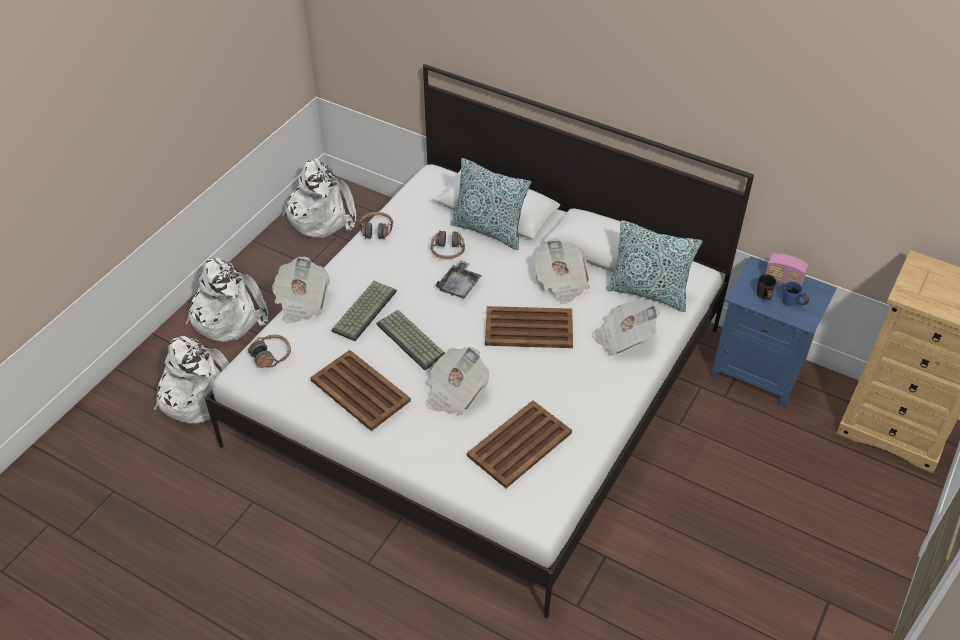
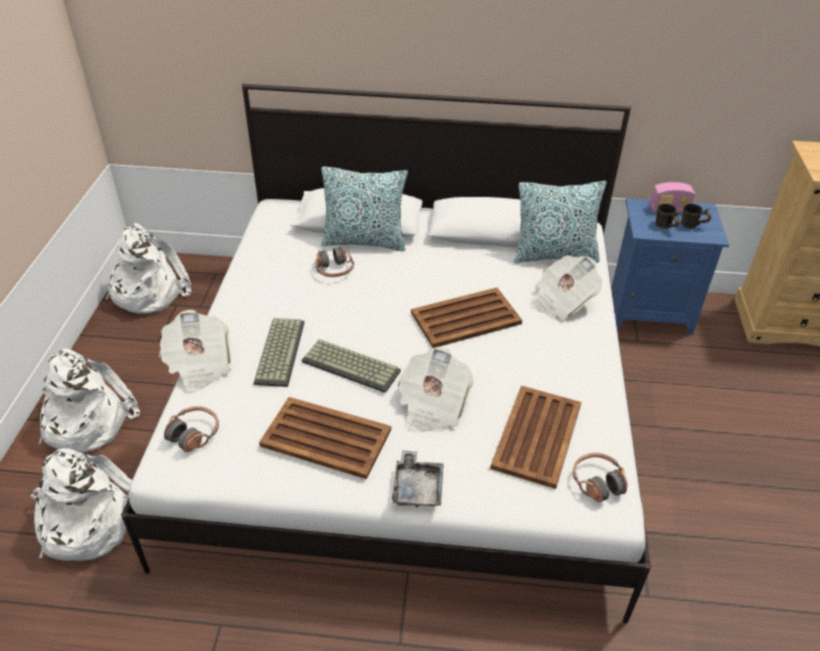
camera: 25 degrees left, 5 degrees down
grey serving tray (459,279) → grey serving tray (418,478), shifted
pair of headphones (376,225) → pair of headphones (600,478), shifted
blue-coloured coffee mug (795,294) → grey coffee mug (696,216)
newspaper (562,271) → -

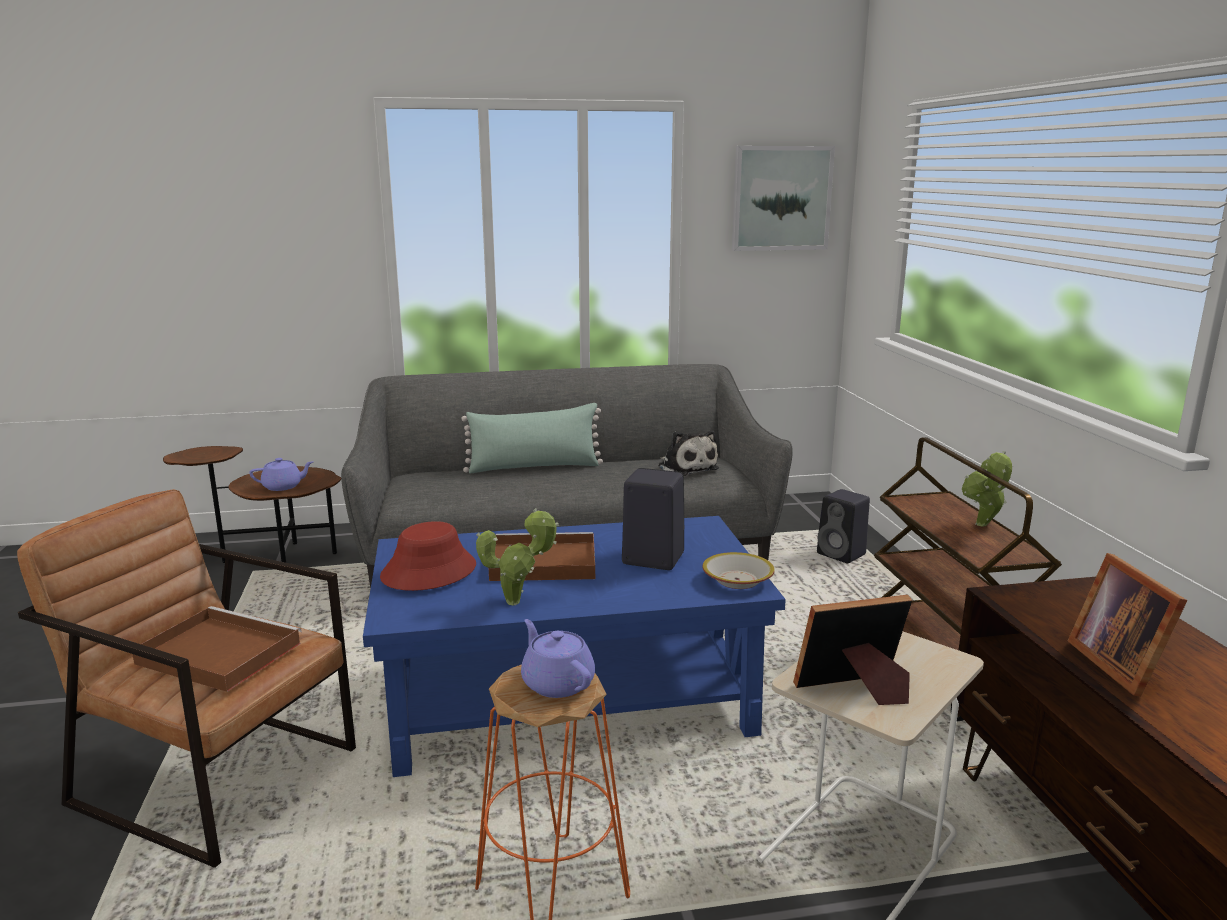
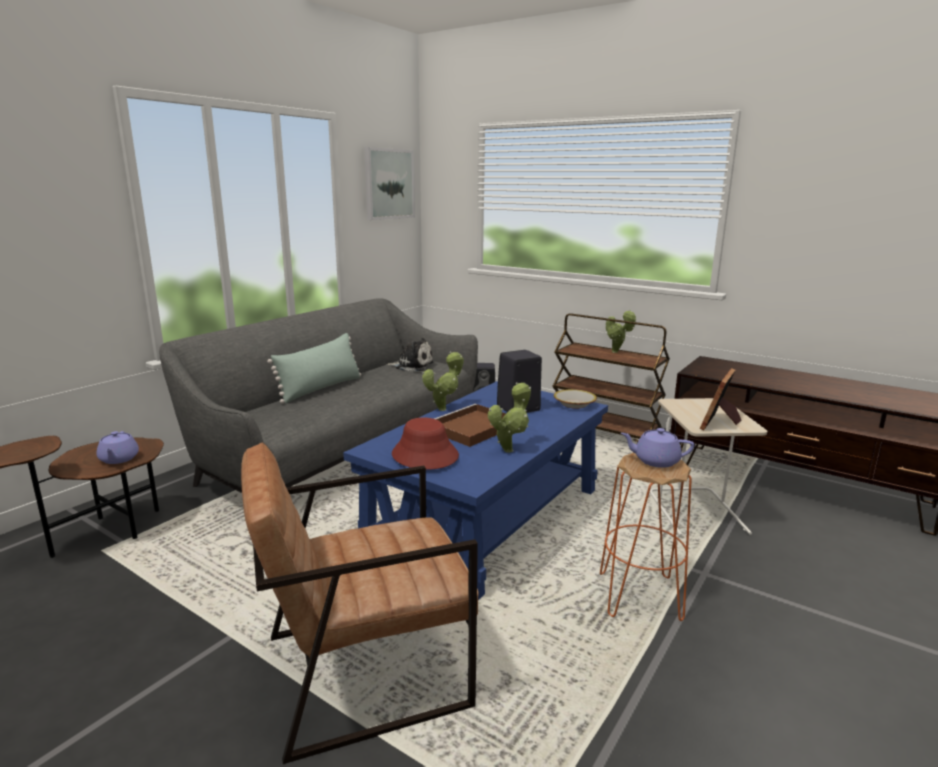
camera: 45 degrees left, 0 degrees up
purplish teapot (281,474) → purplish teapot (118,447), 135 degrees clockwise
- → potted plant (443,381)
brownish serving tray (217,649) → -
standing frame (1127,625) → -

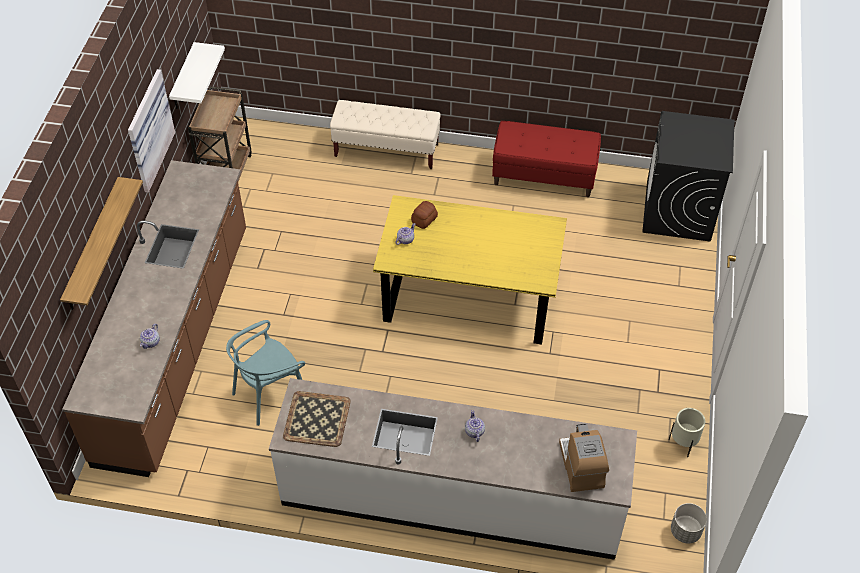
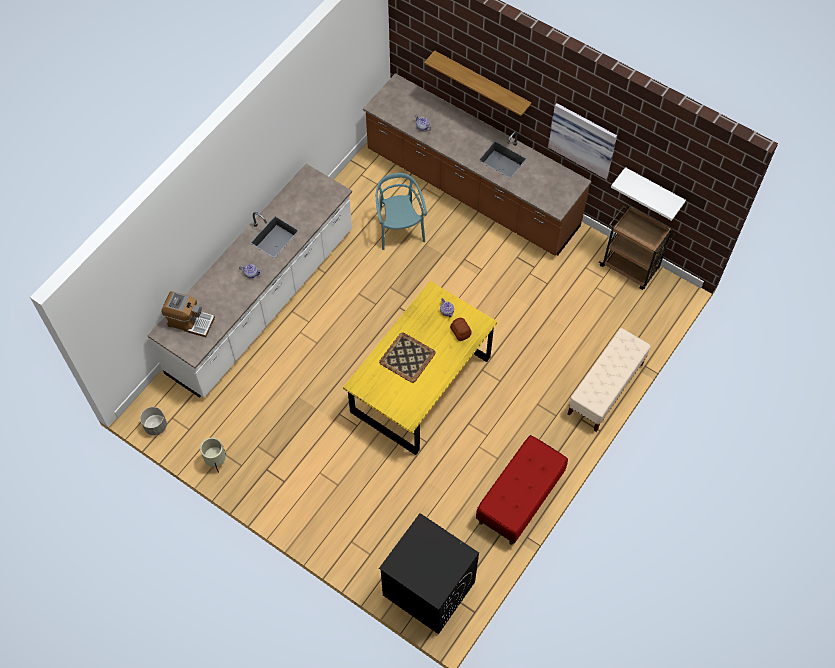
camera: 115 degrees right, 10 degrees up
serving tray (317,419) → serving tray (407,358), shifted

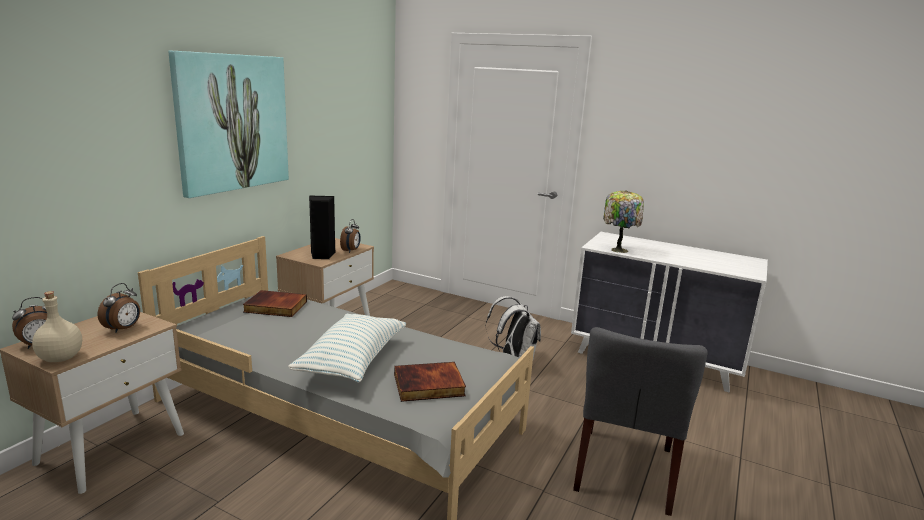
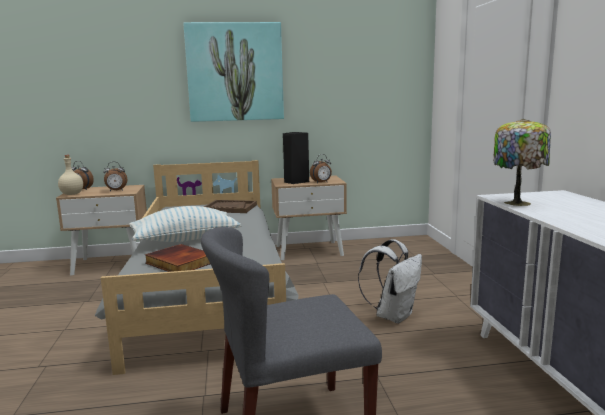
camera: 55 degrees right, 5 degrees down
bound book (275,303) → brownish serving tray (230,206)

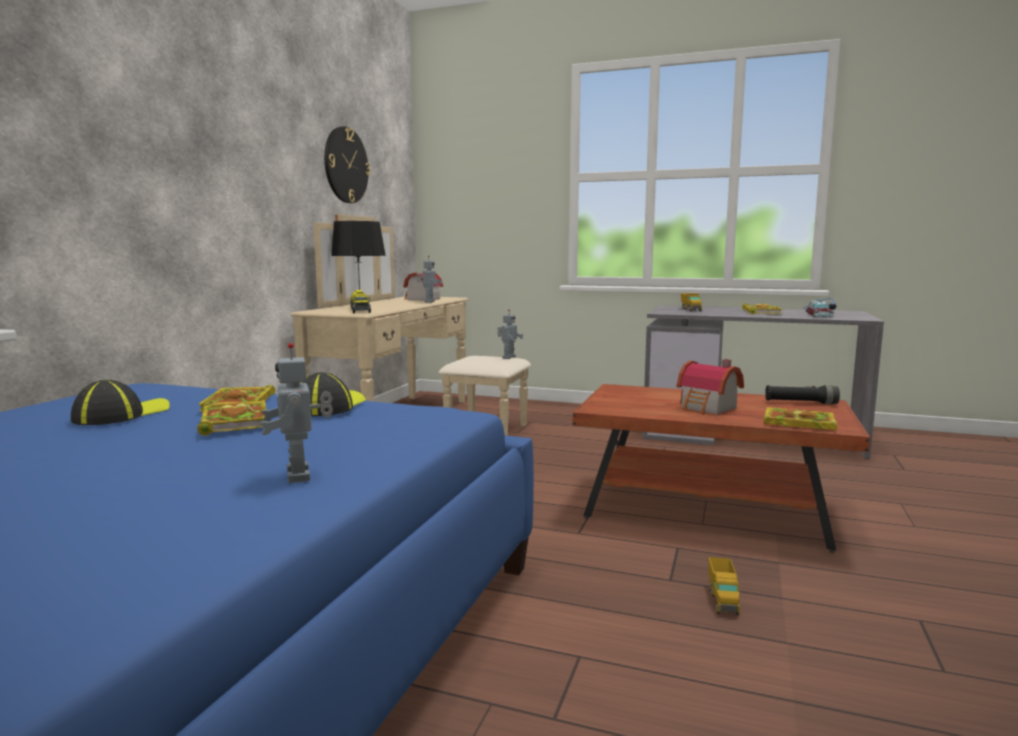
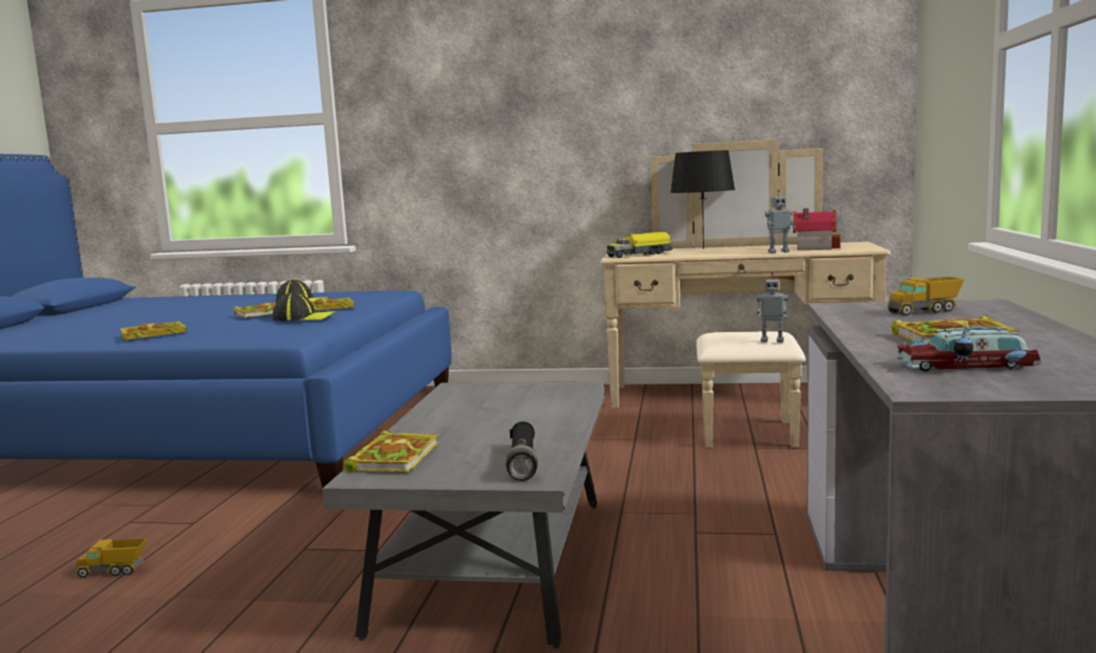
camera: 80 degrees right, 0 degrees up
model truck (724,586) → model truck (111,558), shifted
model robot (297,413) → bound book (153,330)
brownish coffee table (721,468) → grey coffee table (463,514)
hanging clock (347,164) → -
toy house (710,387) → -

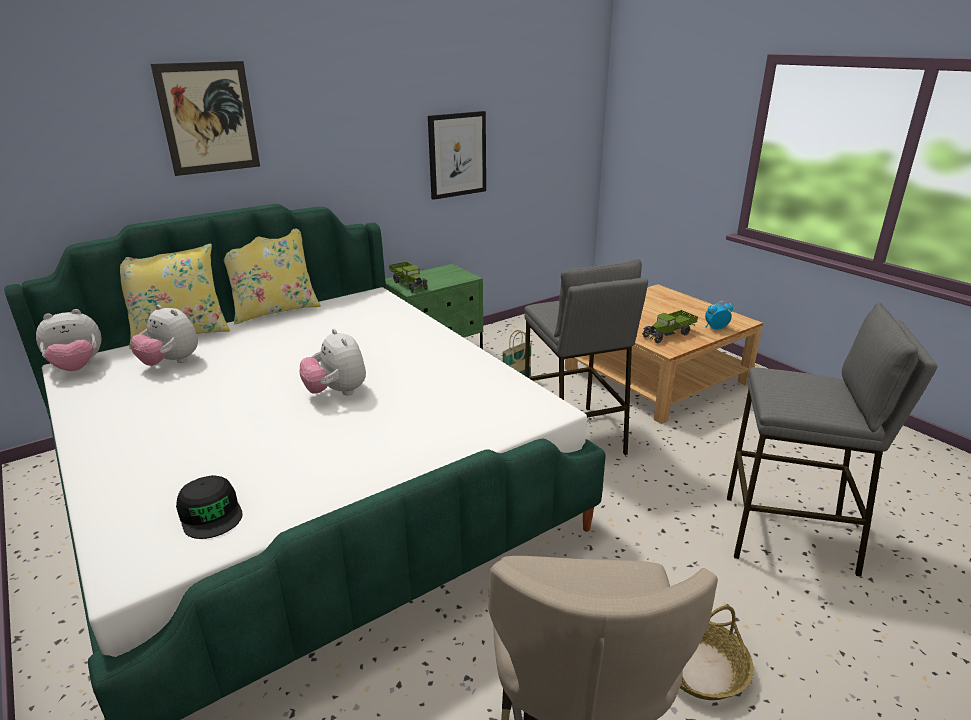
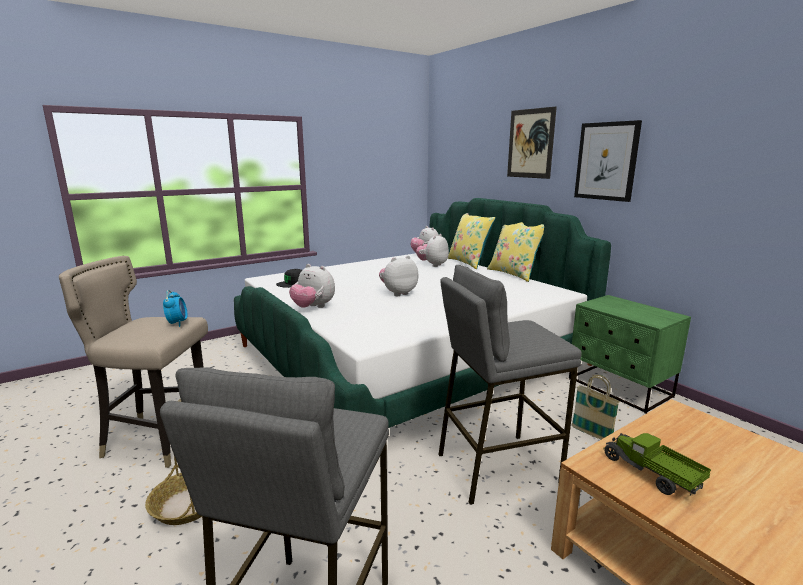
camera: 90 degrees right, 10 degrees down
alarm clock (719,315) → alarm clock (175,308), shifted
- → soft toy (312,286)
picture (457,155) → picture (608,161), shifted
model truck (408,277) → -

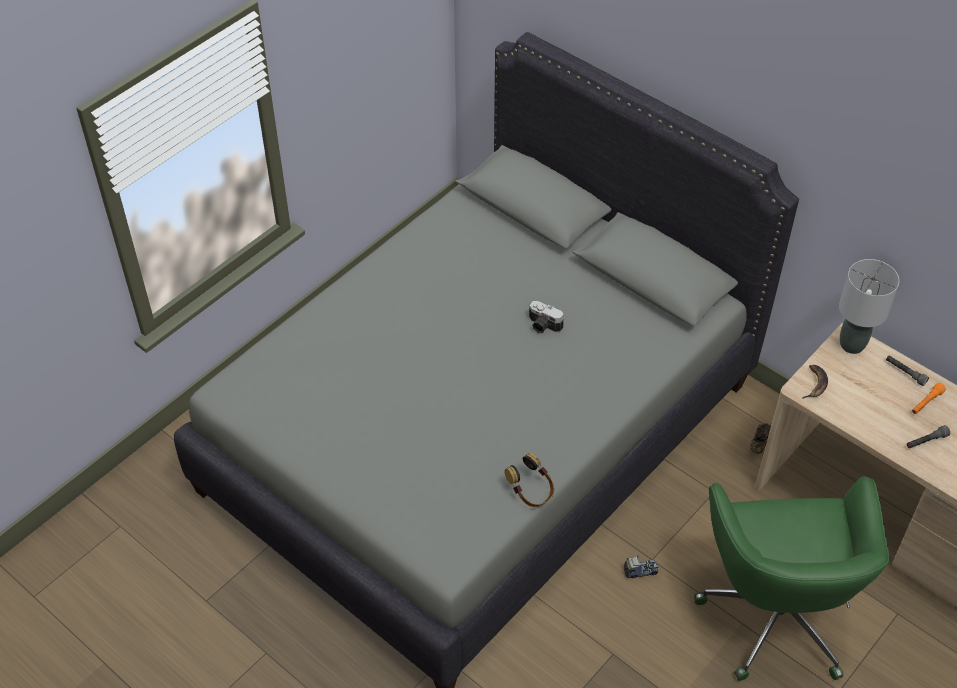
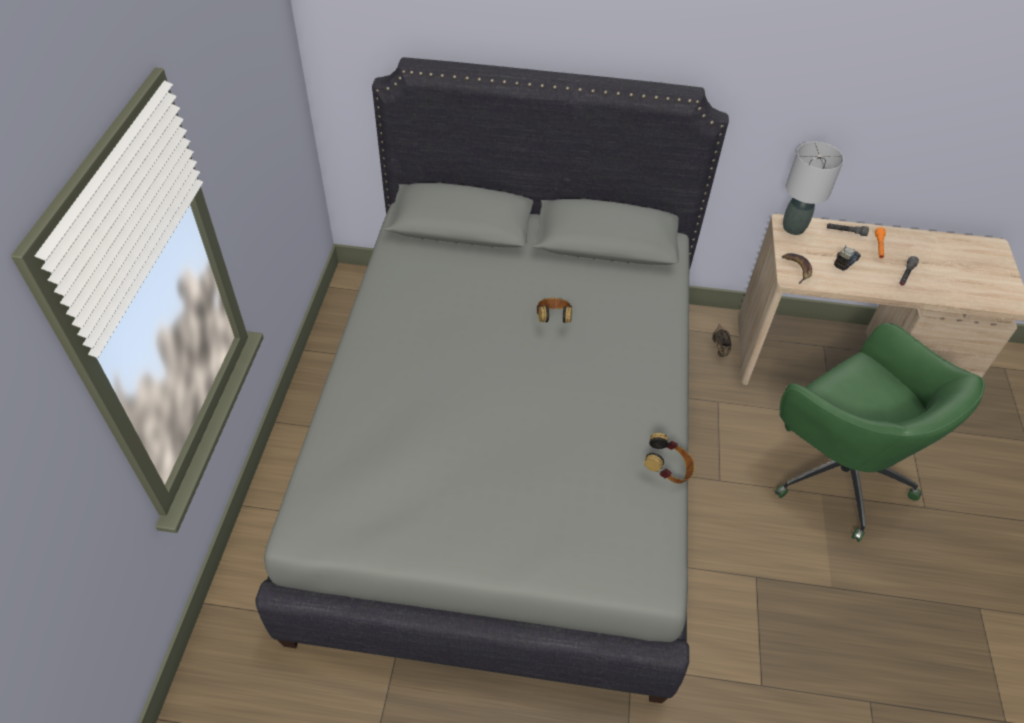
camera: 35 degrees left, 0 degrees up
photo camera (546,317) → pair of headphones (554,310)
model truck (641,566) → model truck (847,258), shifted

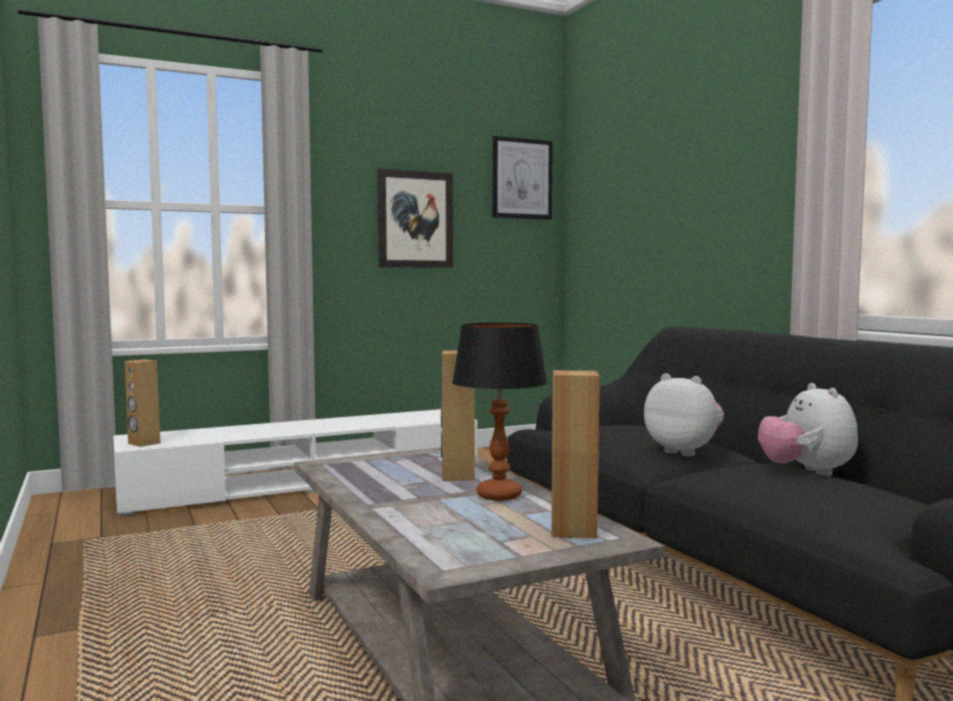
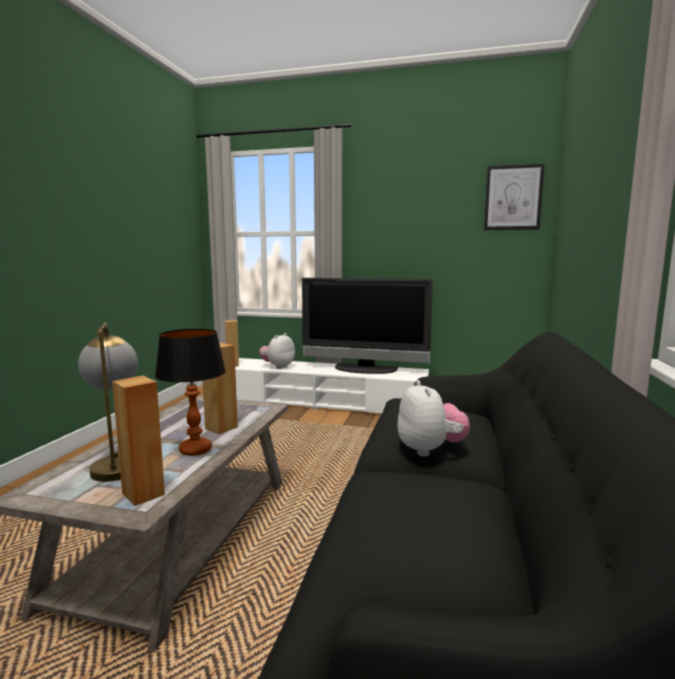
camera: 40 degrees right, 5 degrees up
- → tabletop lamp (108,402)
soft toy (808,429) → soft toy (277,351), shifted
- → TV set (367,326)
picture (415,218) → -

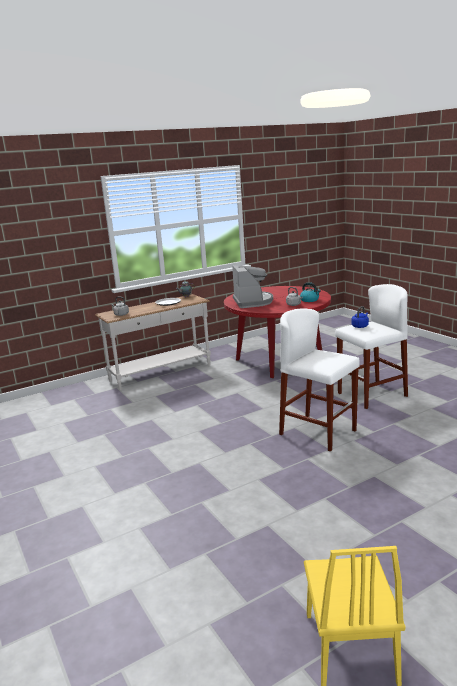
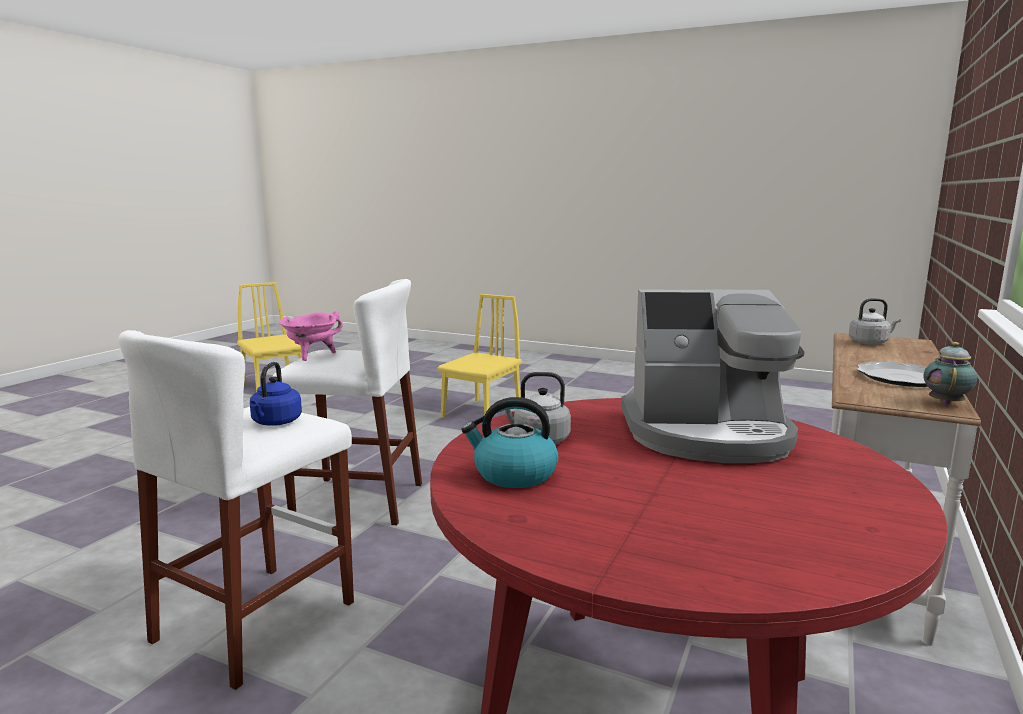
camera: 145 degrees right, 5 degrees down
- → pinkish cooking pot (311,336)
- → yellowish plain chair (480,356)
coffee brewer (252,286) → coffee brewer (713,376), 45 degrees counterclockwise

